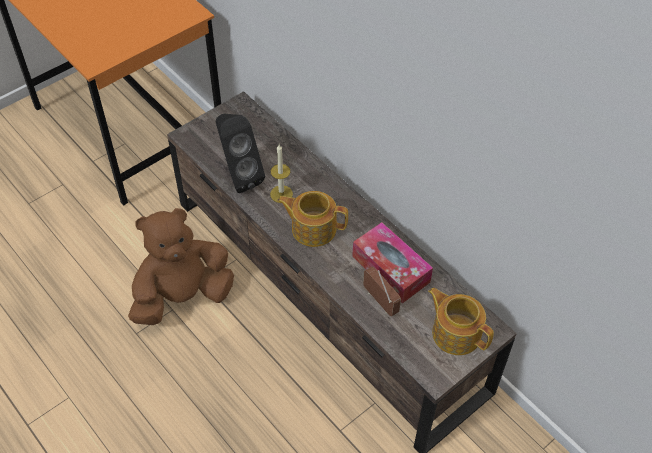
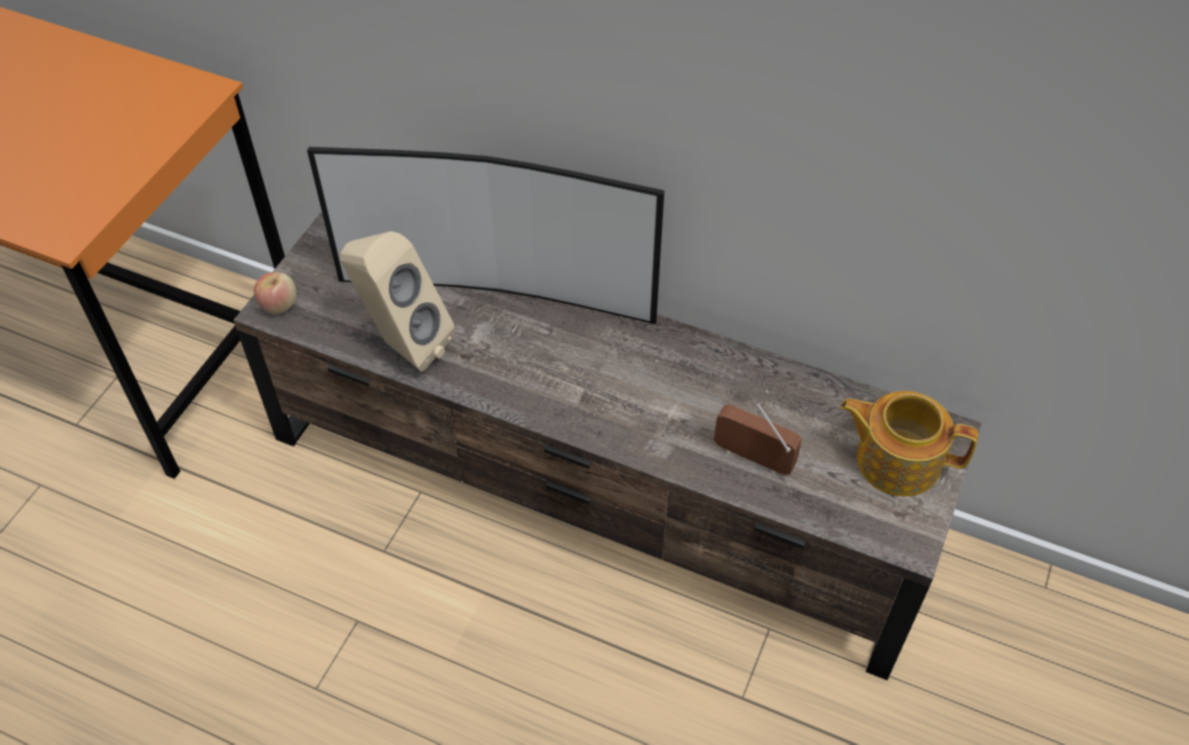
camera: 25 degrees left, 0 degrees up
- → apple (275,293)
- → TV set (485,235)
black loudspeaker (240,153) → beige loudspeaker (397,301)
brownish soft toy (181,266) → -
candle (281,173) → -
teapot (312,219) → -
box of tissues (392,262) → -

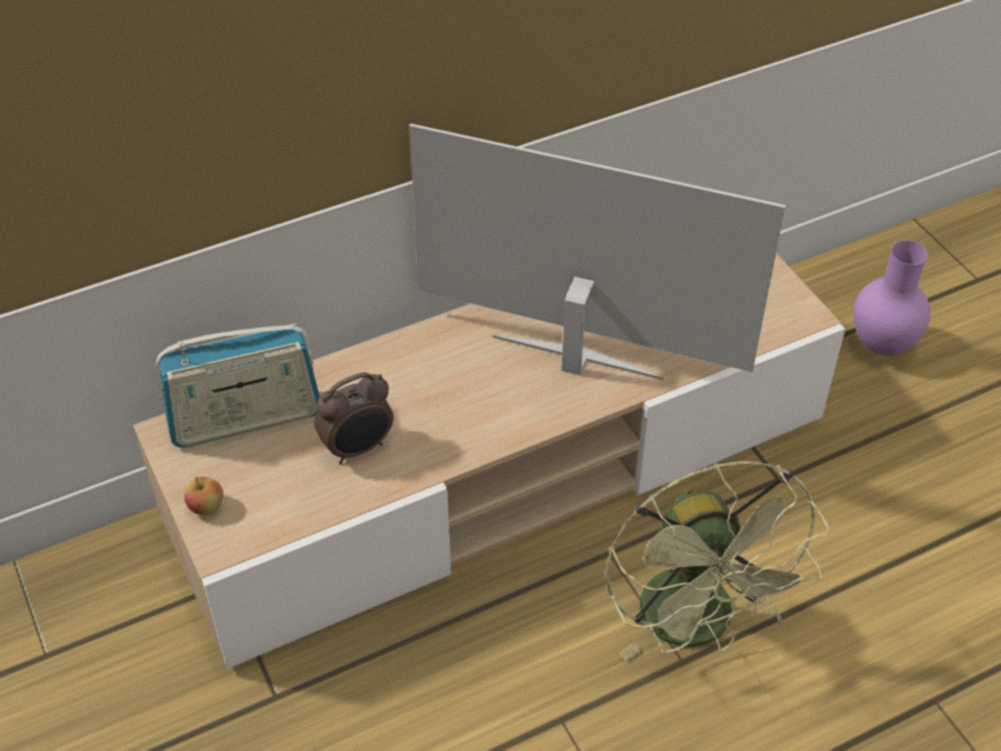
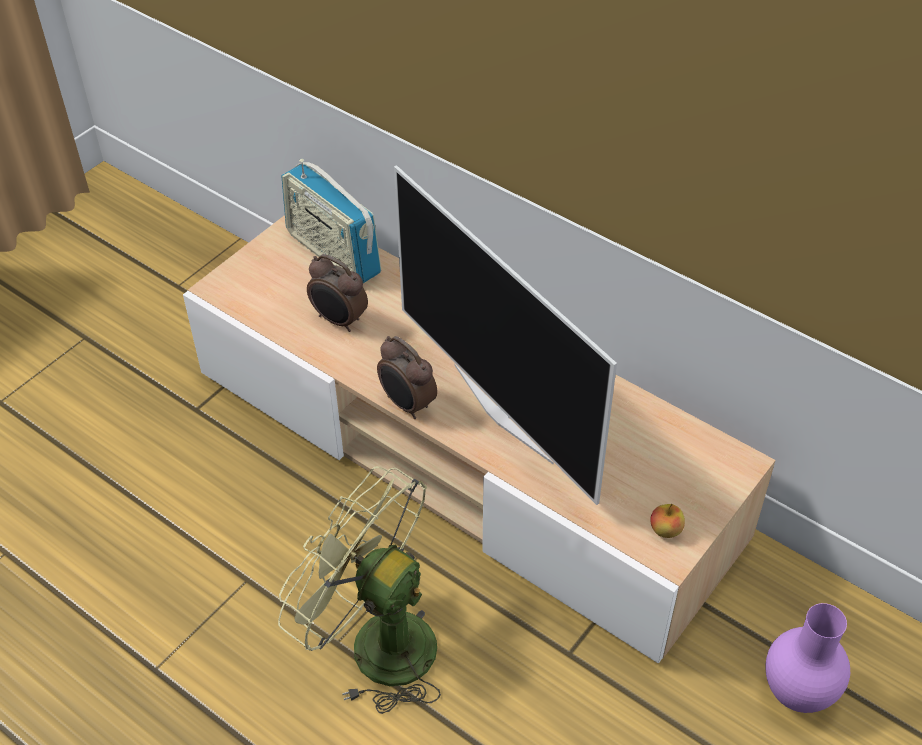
camera: 65 degrees right, 0 degrees up
greenish electric fan (717,561) → greenish electric fan (359,590), 75 degrees clockwise
- → alarm clock (407,377)
TV set (597,251) → TV set (505,335), 150 degrees clockwise
apple (203,495) → apple (667,520), shifted

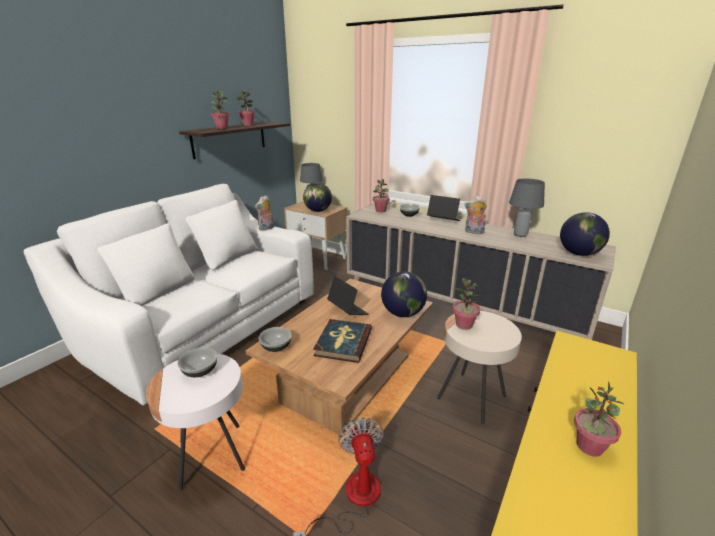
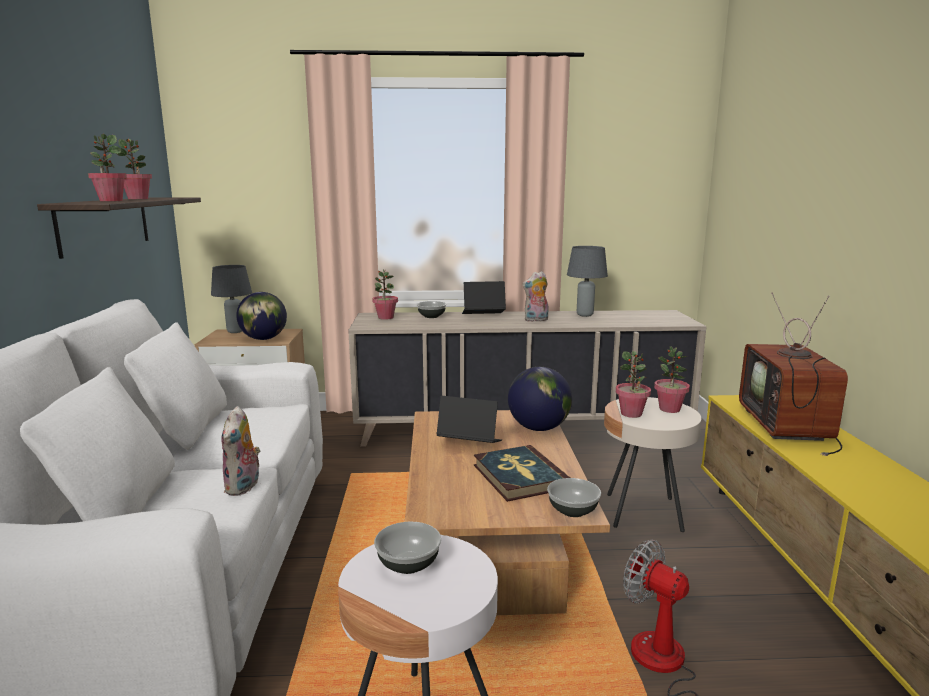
camera: 35 degrees left, 10 degrees down
soft toy (264,213) → soft toy (241,451), shifted
deep dish (275,339) → deep dish (574,497), shifted
potted plant (599,419) → potted plant (672,379), shifted
- → TV set (793,374)
world globe (585,234) → -

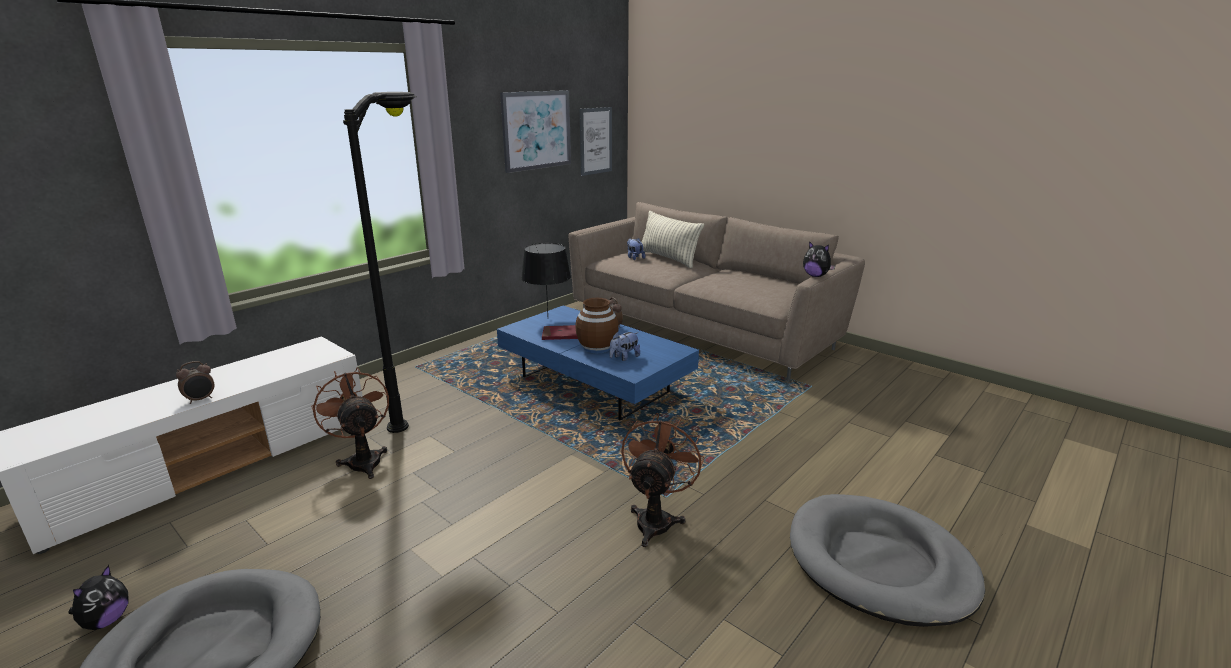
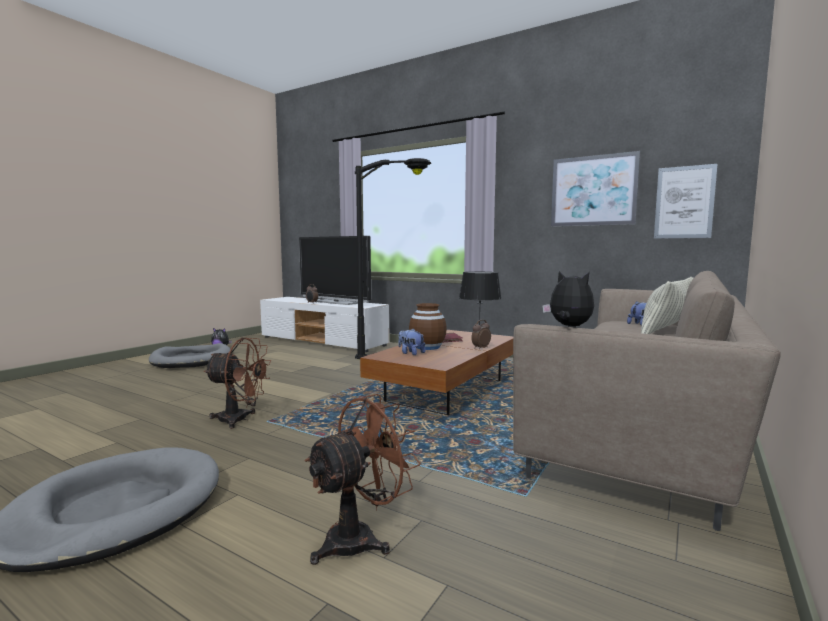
camera: 80 degrees right, 15 degrees down
- → TV set (335,270)
brownish electric fan (350,423) → brownish electric fan (363,479), shifted
blue-coloured coffee table (598,362) → brownish coffee table (436,372)
soft toy (819,259) → soft toy (568,298), 105 degrees clockwise

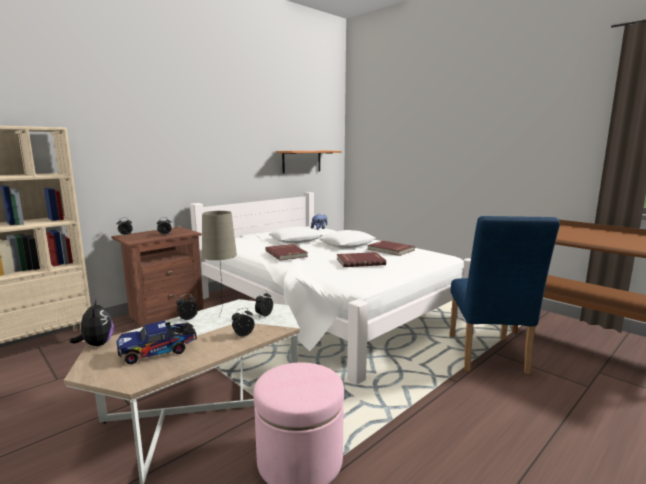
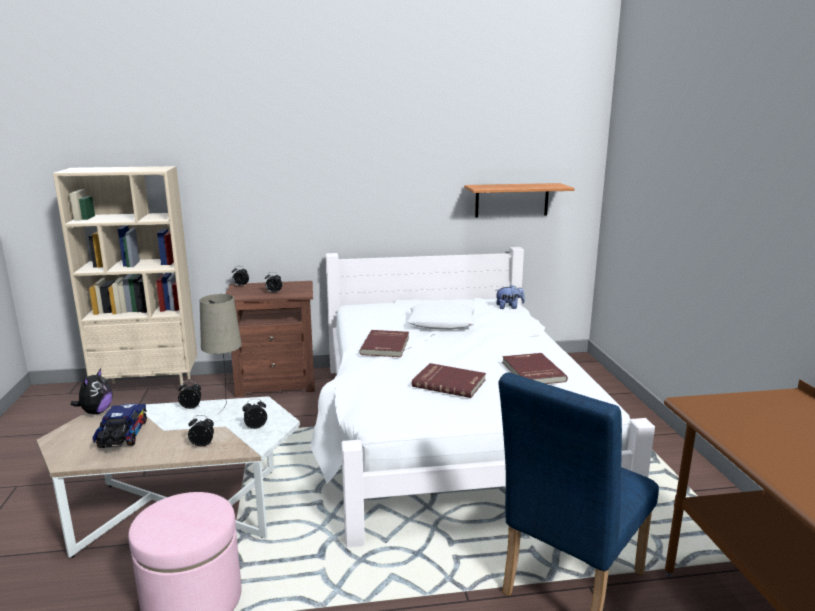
camera: 35 degrees right, 5 degrees up
model truck (157,342) → model truck (120,426), 75 degrees clockwise
whitish cushion (347,239) → -

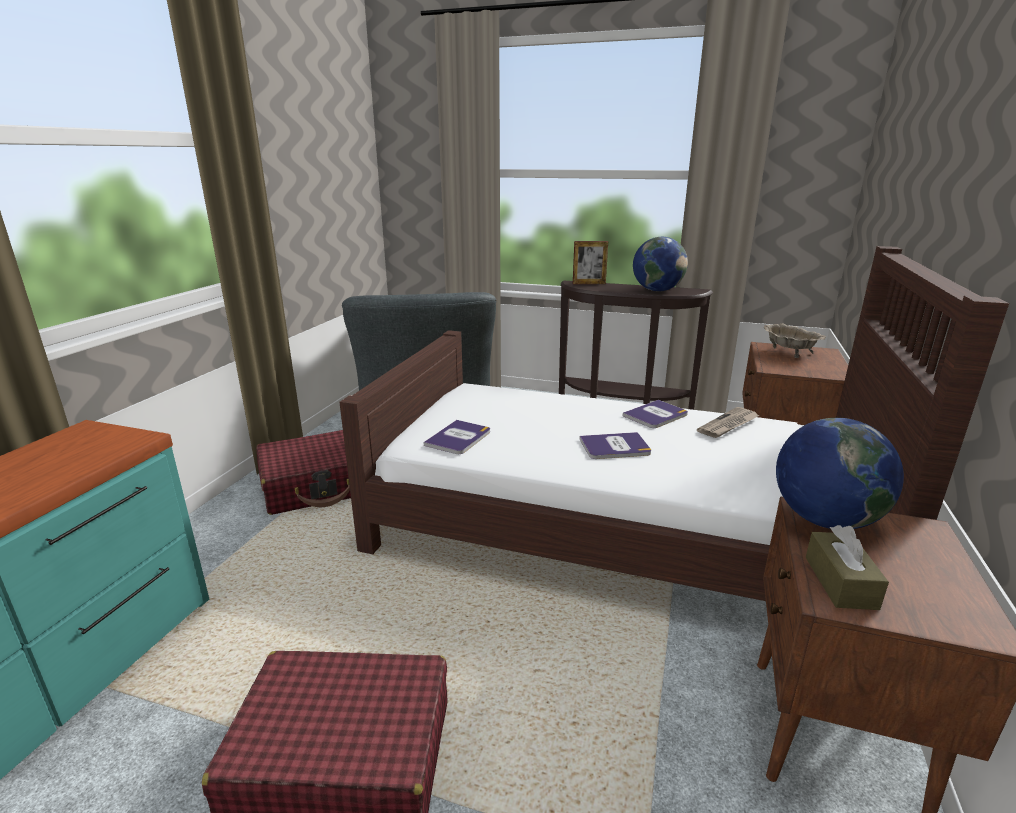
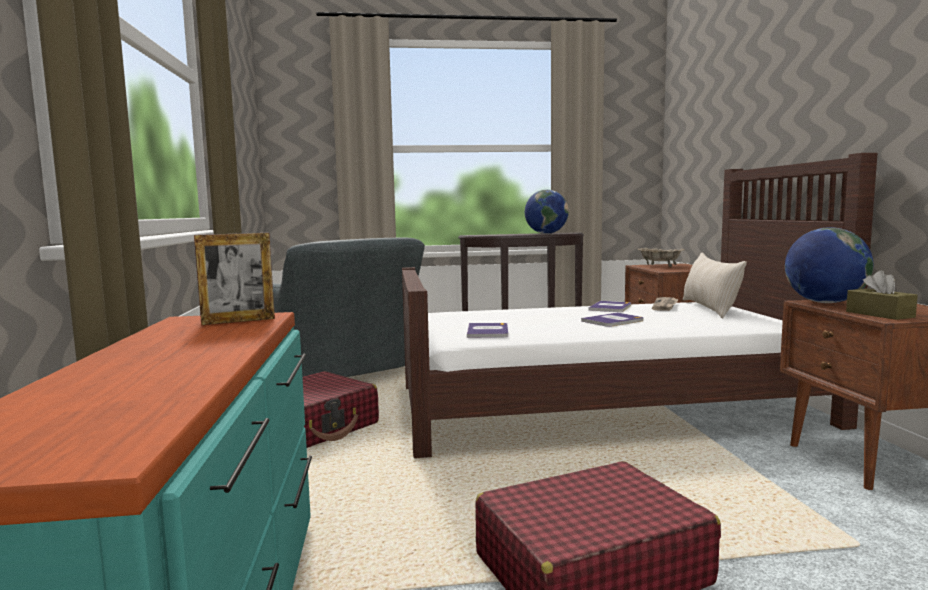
camera: 25 degrees left, 15 degrees down
standing frame (590,262) → standing frame (234,279), shifted
- → beige cushion (715,285)

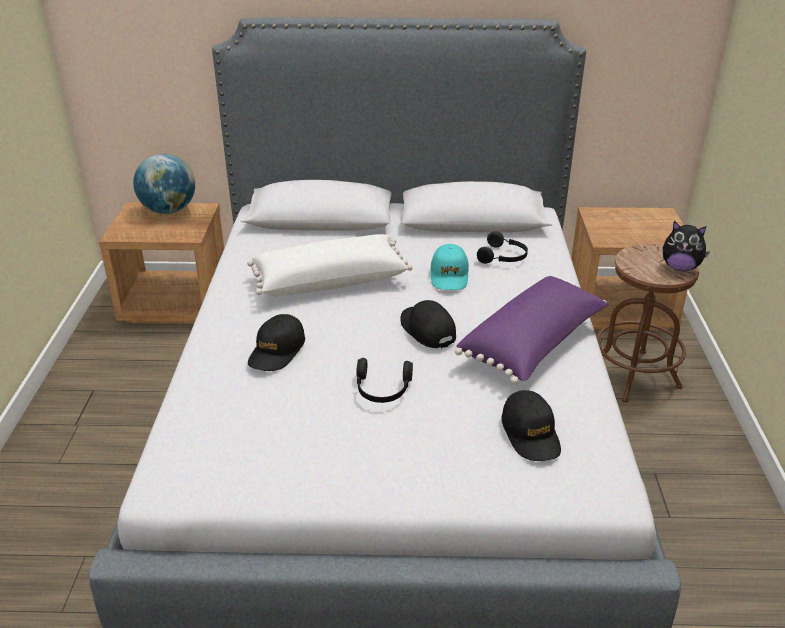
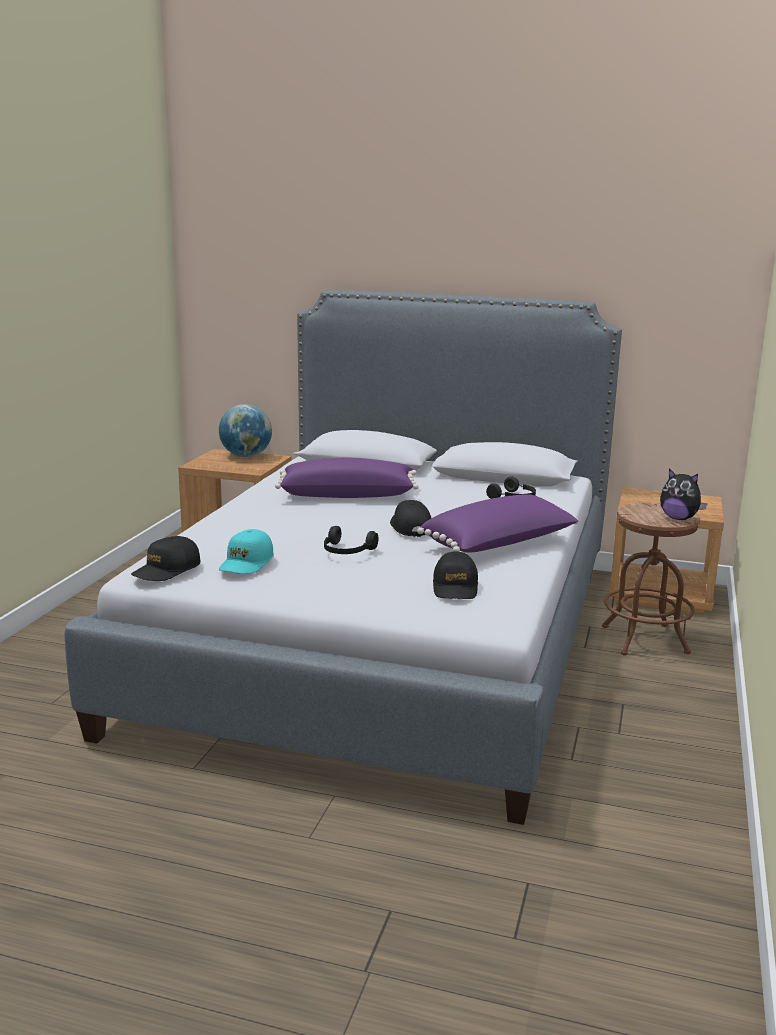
camera: 15 degrees right, 15 degrees down
black peaked cap (276,342) → black peaked cap (166,558), shifted
turquoise peaked cap (449,267) → turquoise peaked cap (246,551), shifted
whitish cushion (330,265) → purplish cushion (347,478)

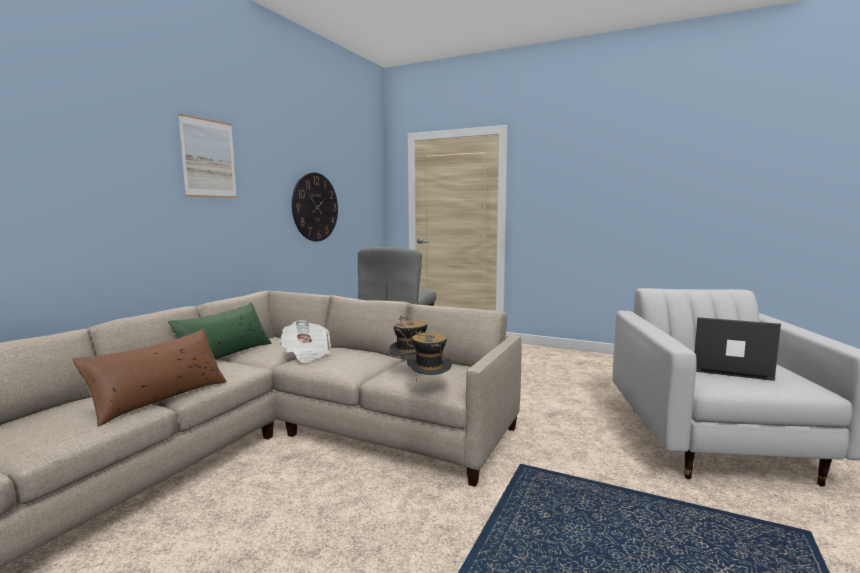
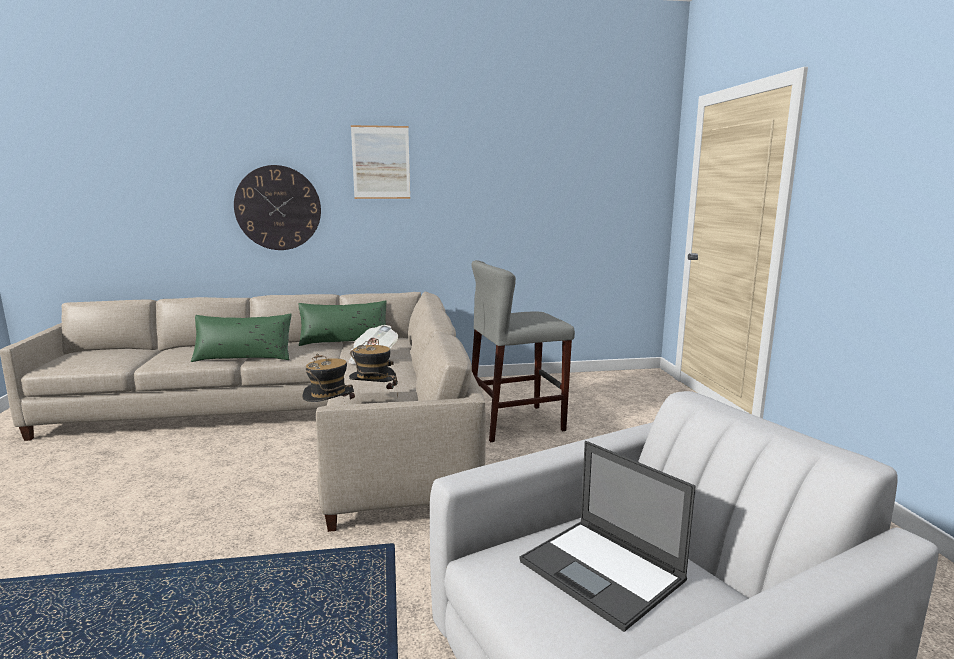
camera: 55 degrees right, 5 degrees up
brownish cushion (149,377) → greenish cushion (241,338)
hanging clock (315,206) → hanging clock (277,207), shifted
laptop (738,349) → laptop (608,536), 150 degrees clockwise

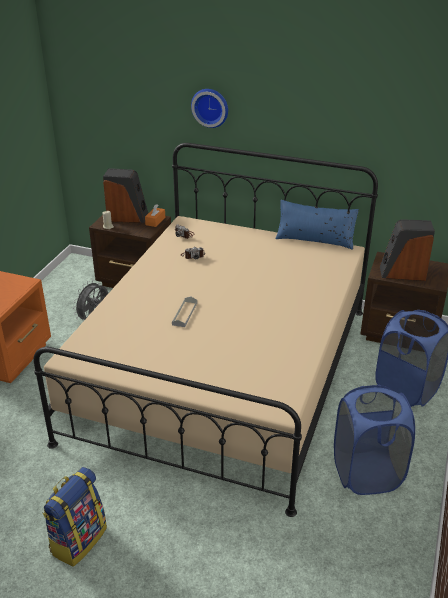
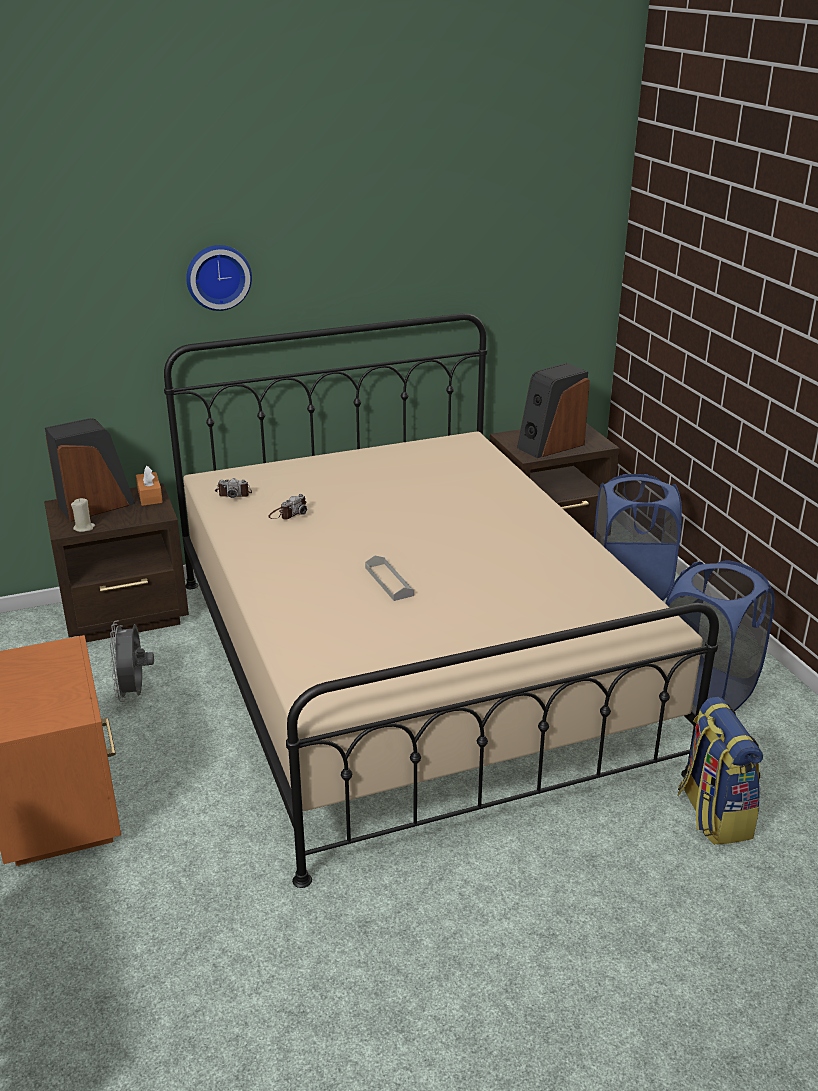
camera: 40 degrees left, 5 degrees down
backpack (74,517) → backpack (720,771), shifted
blue-coloured cushion (317,225) → -

